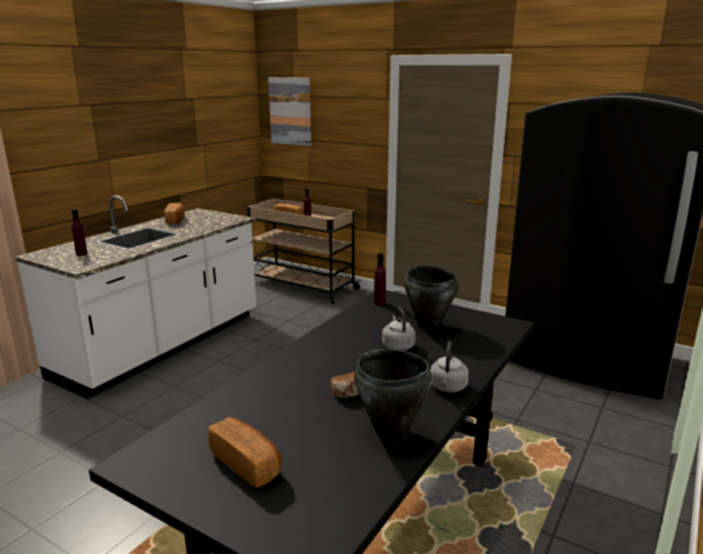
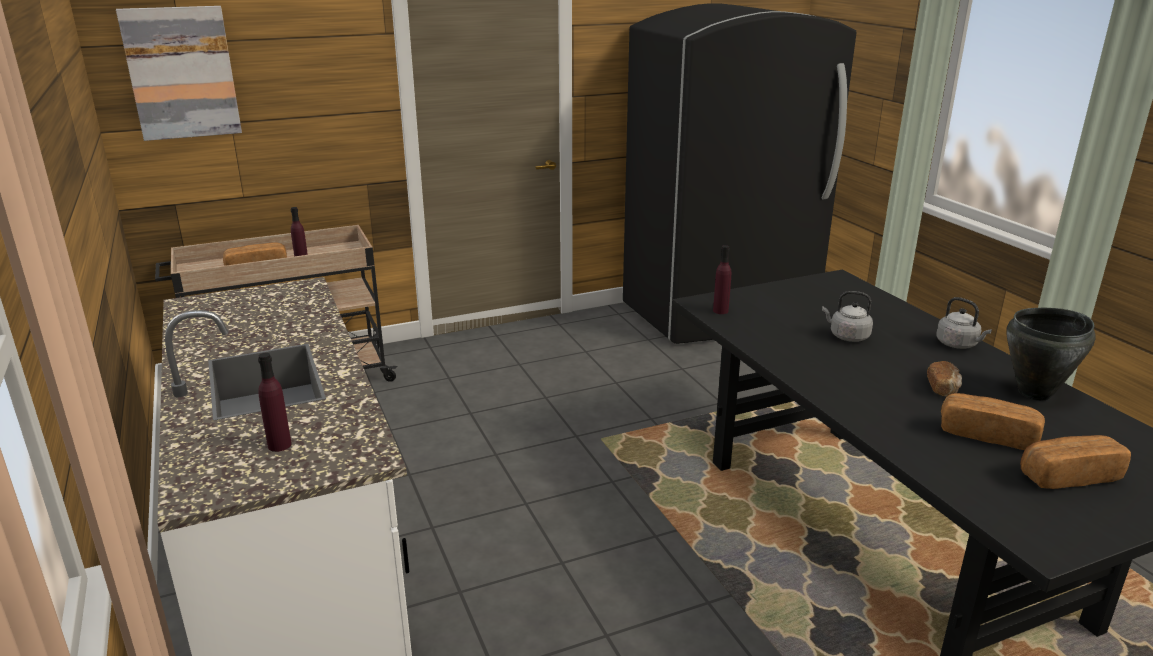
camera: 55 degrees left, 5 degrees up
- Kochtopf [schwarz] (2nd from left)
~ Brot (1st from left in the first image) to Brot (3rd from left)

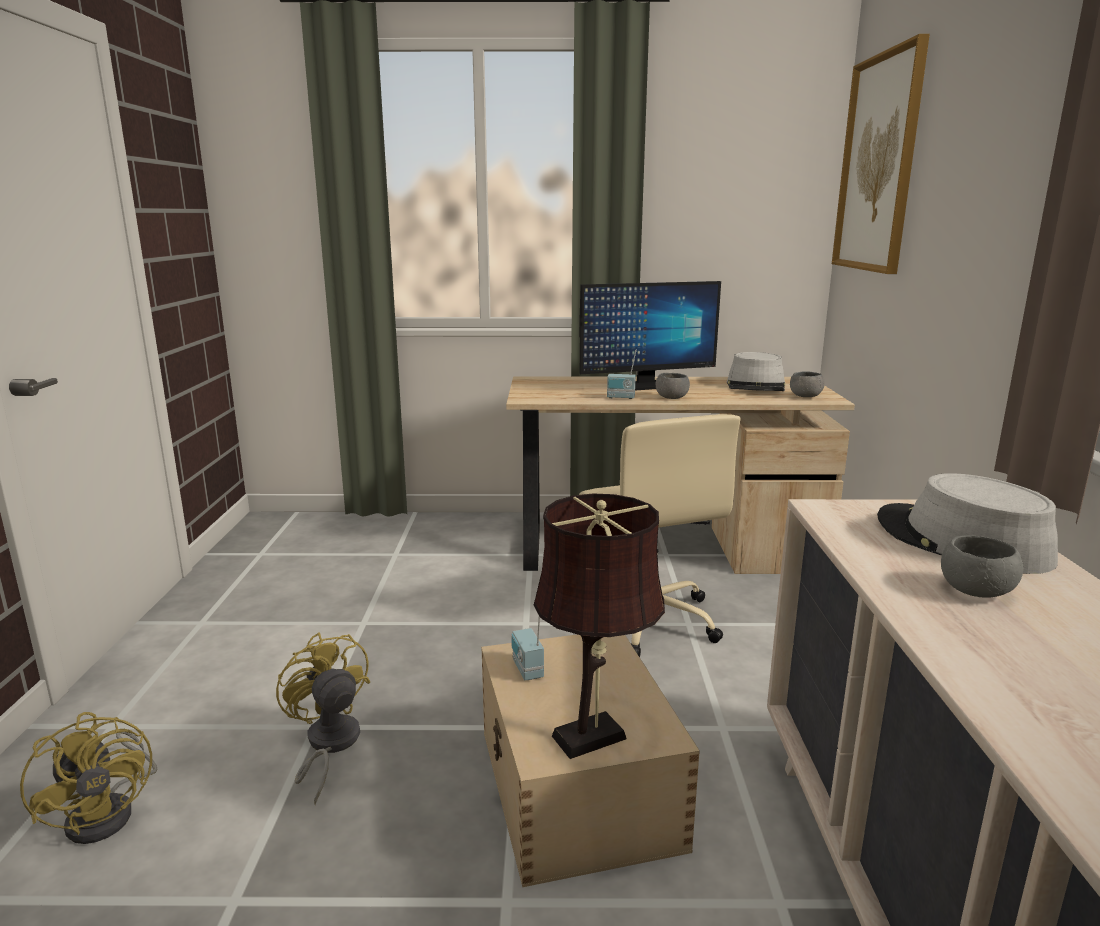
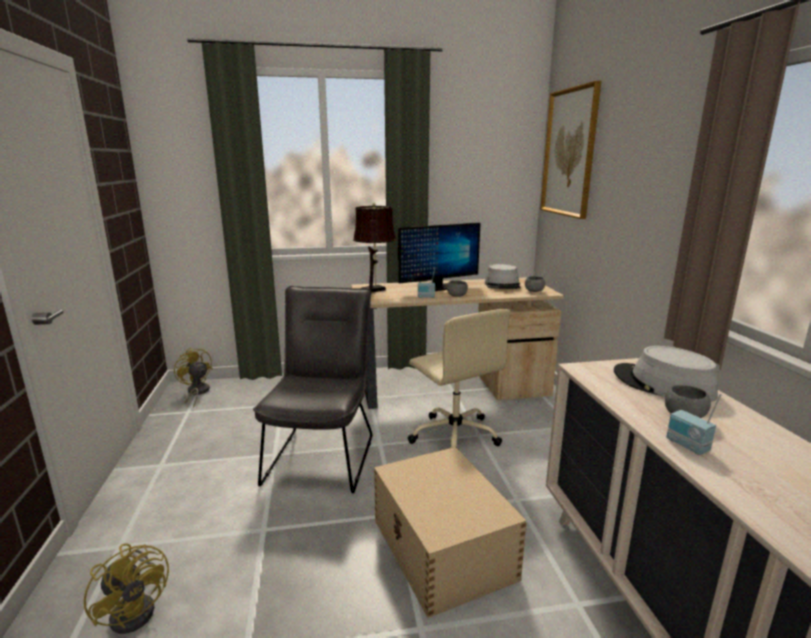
camera: 10 degrees left, 0 degrees up
+ Stuhl [grau]
~ Ventilator [gelb] (2nd from left)
~ Radio (1st from left in the first image) to Radio (2nd from left)
~ Tischlampe [braun]

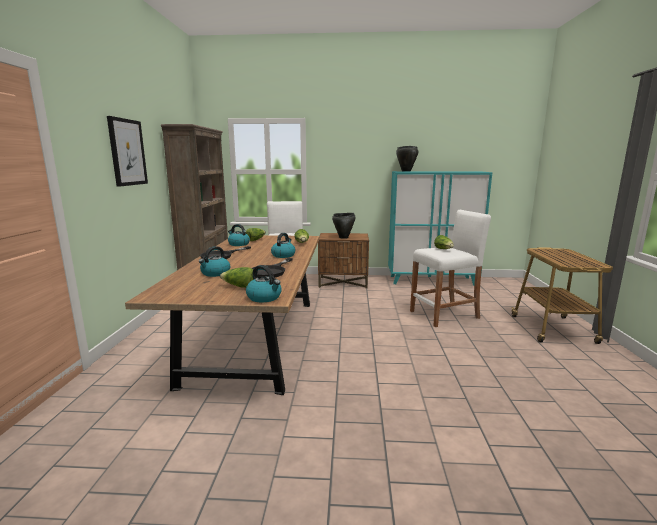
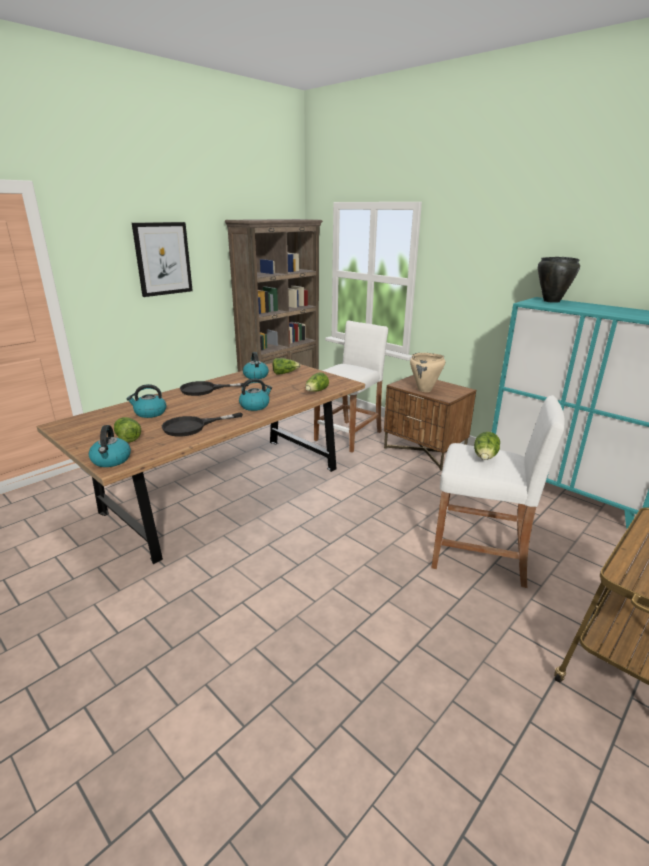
camera: 40 degrees right, 10 degrees up
~ Kochtopf [schwarz] (1st from left) to Kochtopf [beige]

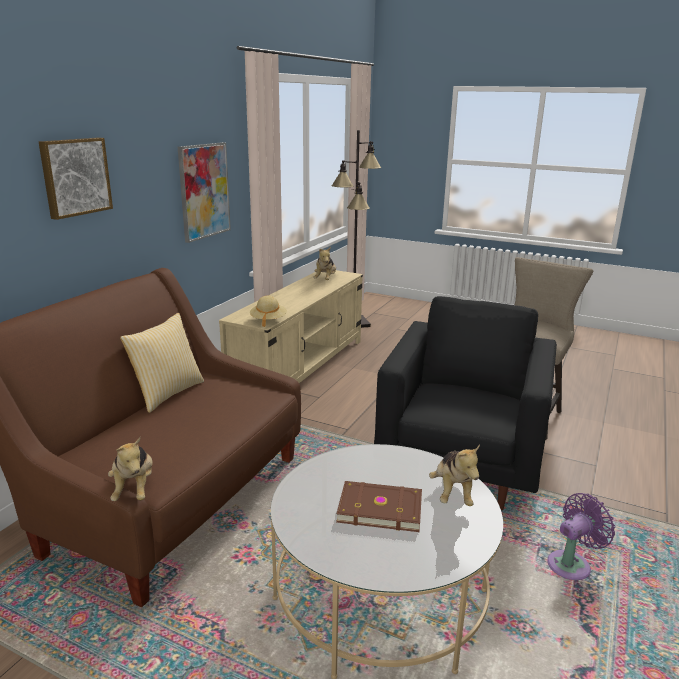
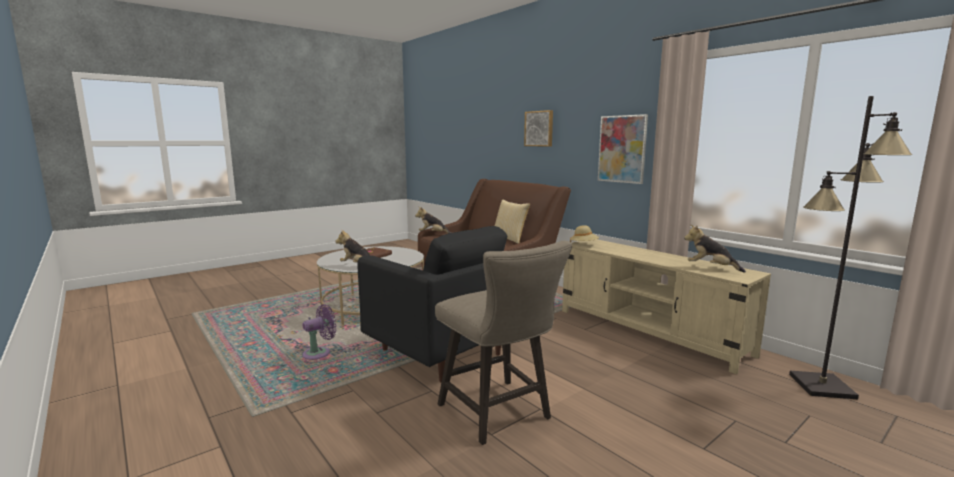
camera: 115 degrees right, 10 degrees down
~ Ventilator [lila] 120 degrees counterclockwise

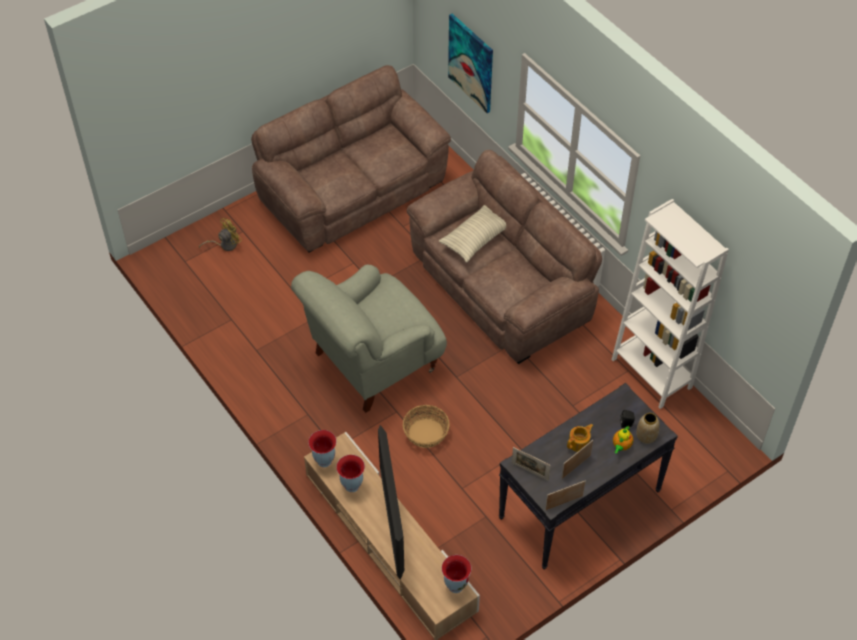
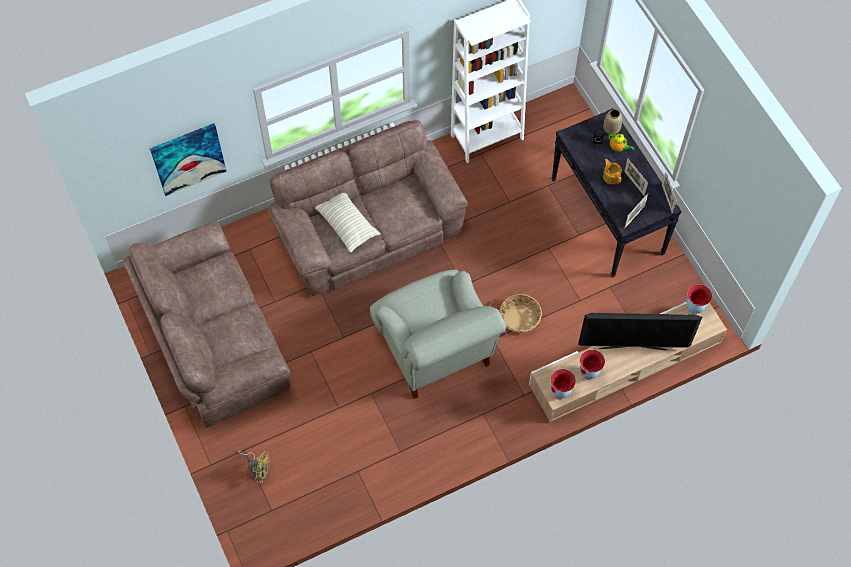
camera: 80 degrees left, 10 degrees up
~ Ventilator [gelb] 135 degrees clockwise

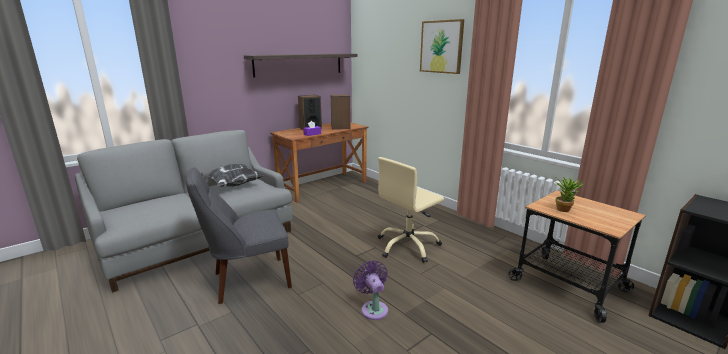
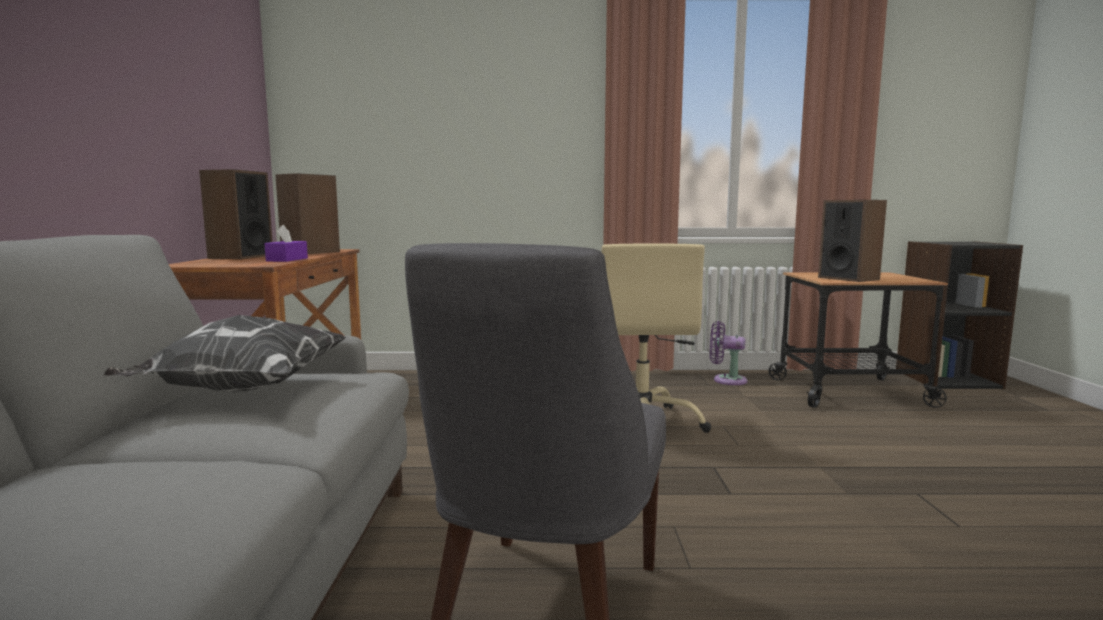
camera: 50 degrees left, 10 degrees down
- Wandregal
- Bild
~ Ventilator [lila]
~ Topfpflanze to Lautsprecher (3rd from left)

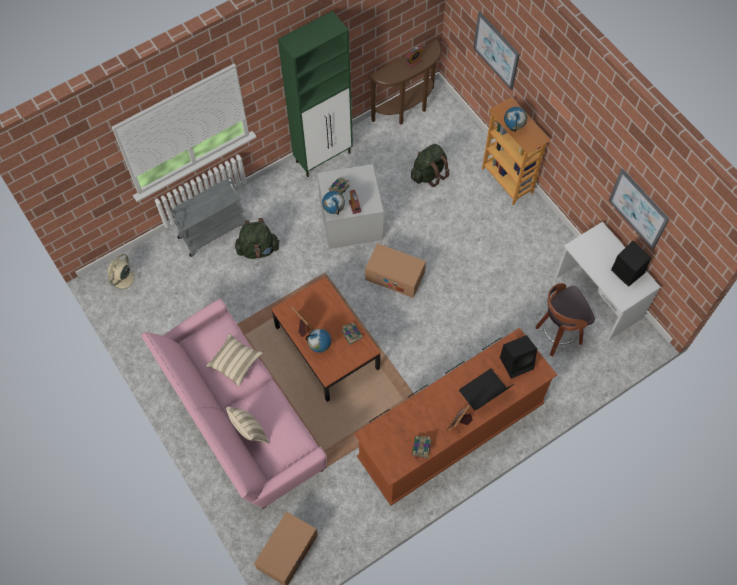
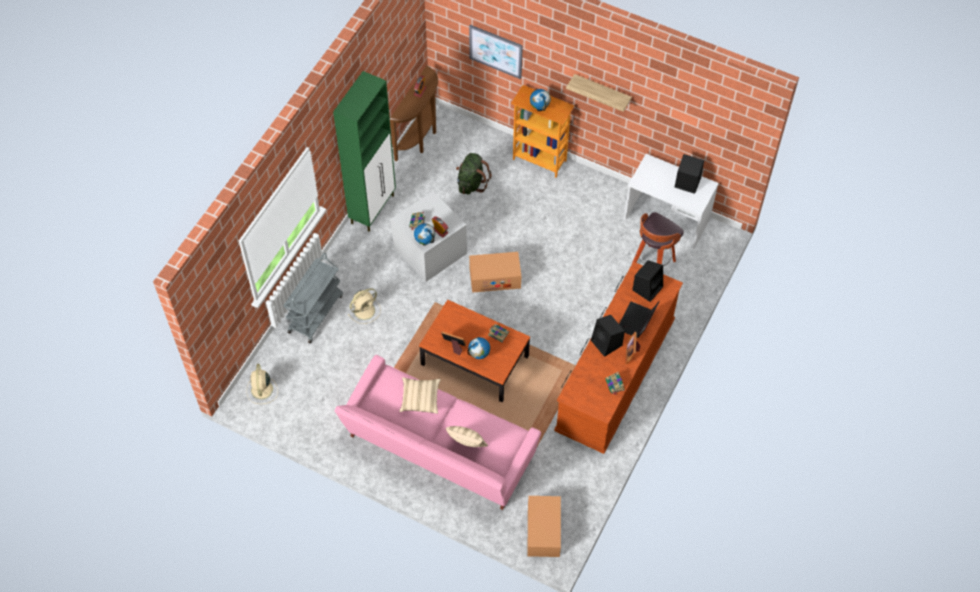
camera: 30 degrees left, 5 degrees down
- Bild (2nd from left)
+ Wandregal
+ Lautsprecher [schwarz] (1st from left)
~ Rucksack [grün] (1st from left) to Ventilator [beige] (2nd from left)

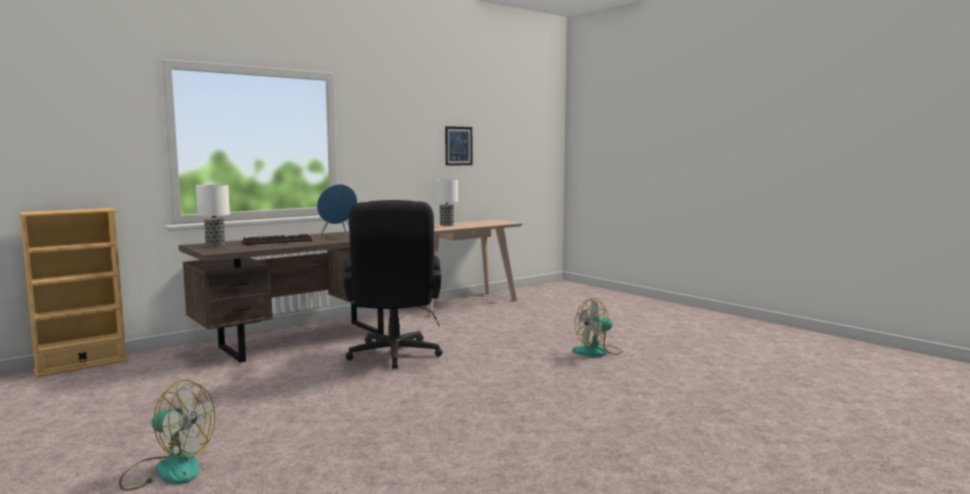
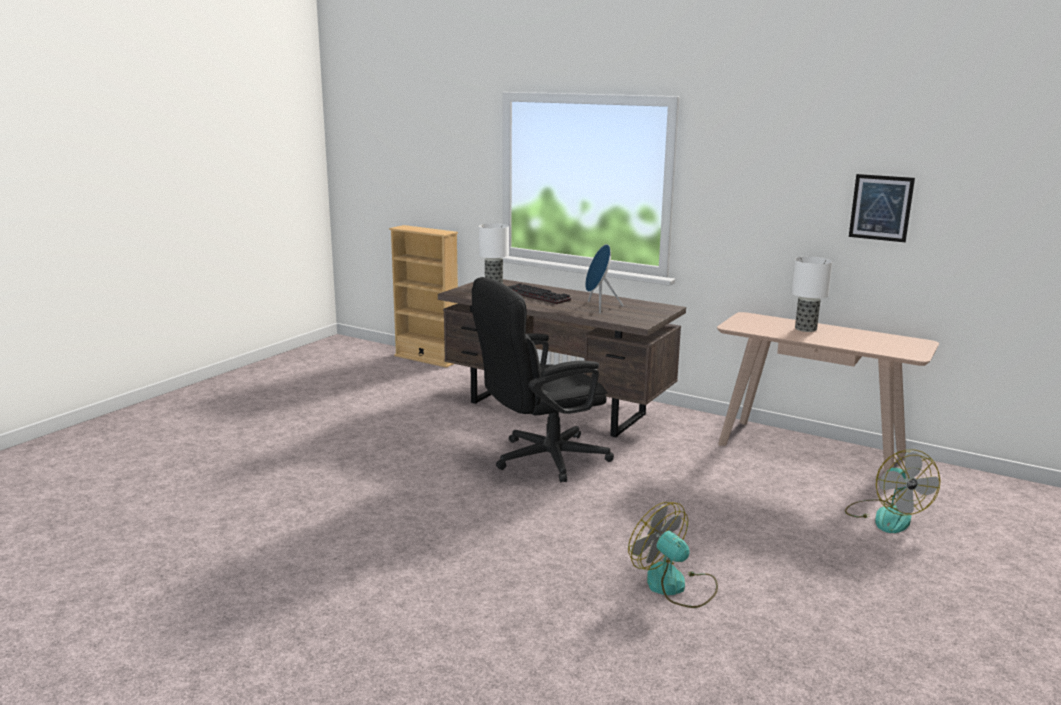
camera: 70 degrees right, 10 degrees up
~ Ventilator (1st from left in the first image) to Ventilator (2nd from left)

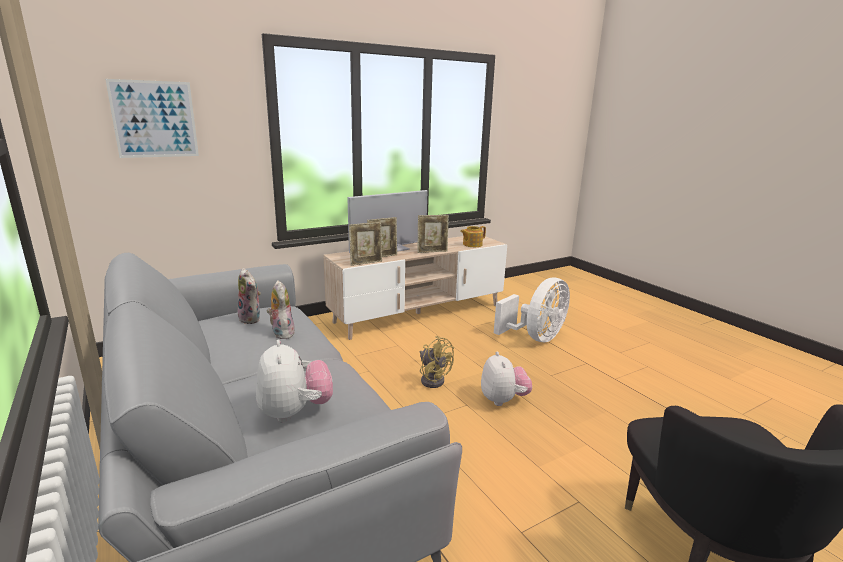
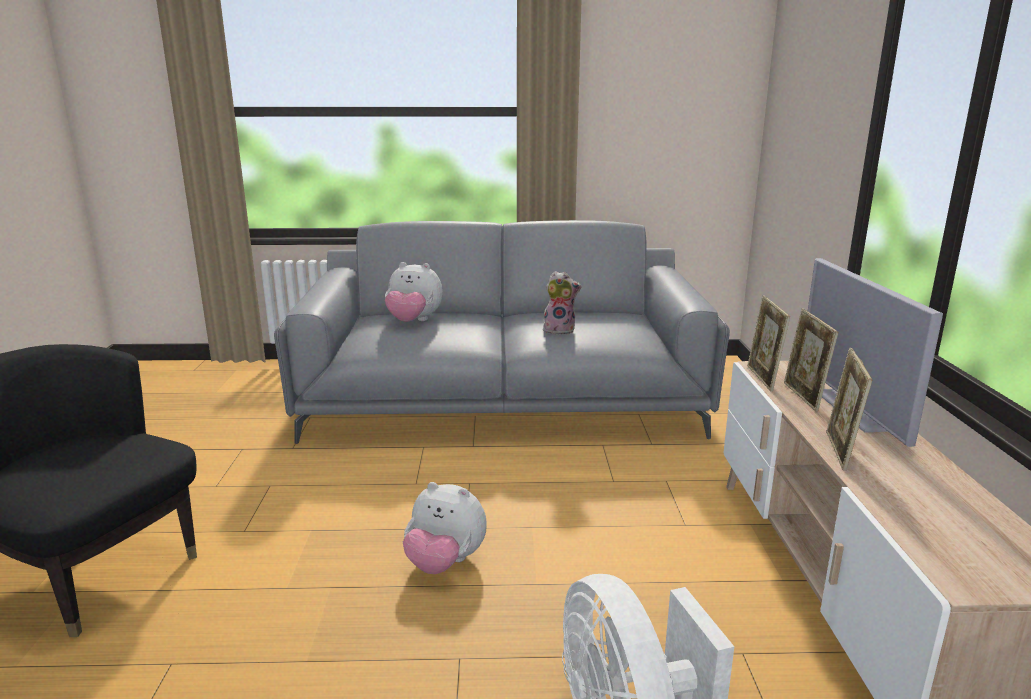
camera: 120 degrees right, 0 degrees up
- Bild
- Plüschtier (1st from left)
- Ventilator [gelb]
- Teekanne

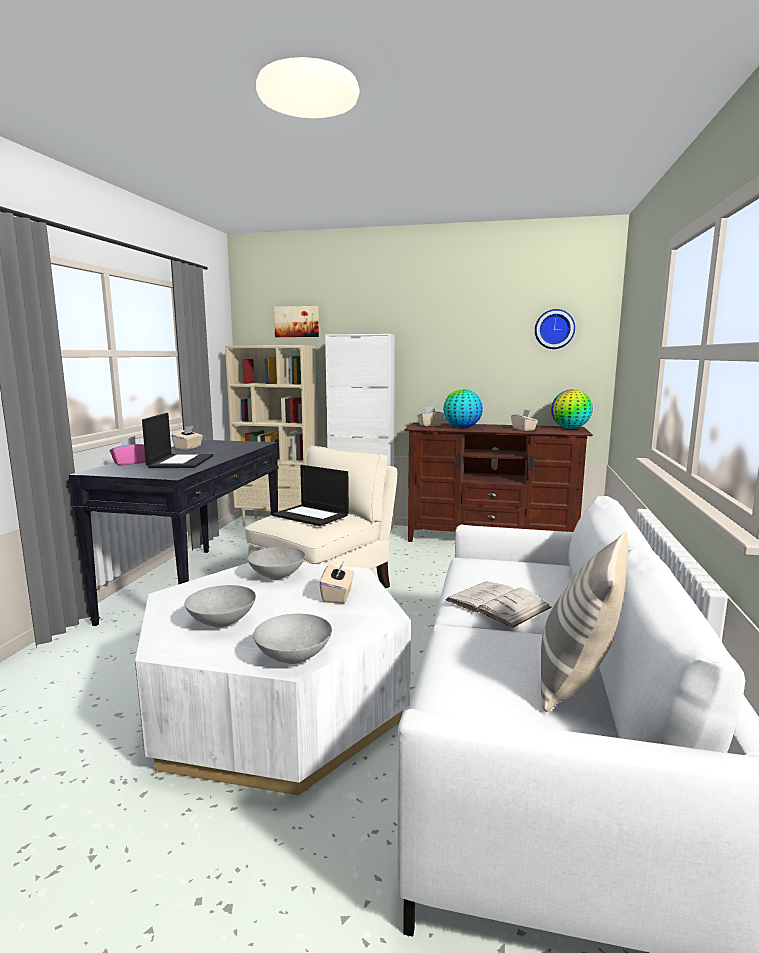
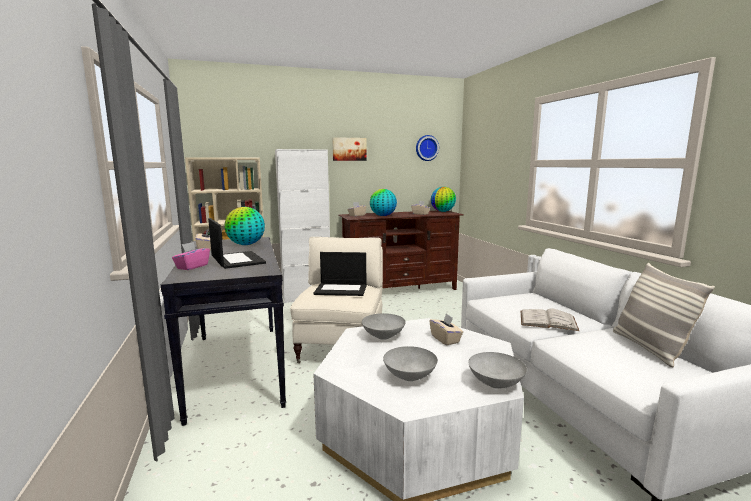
camera: 30 degrees left, 0 degrees up
+ Globus (1st from left)
~ Bild

